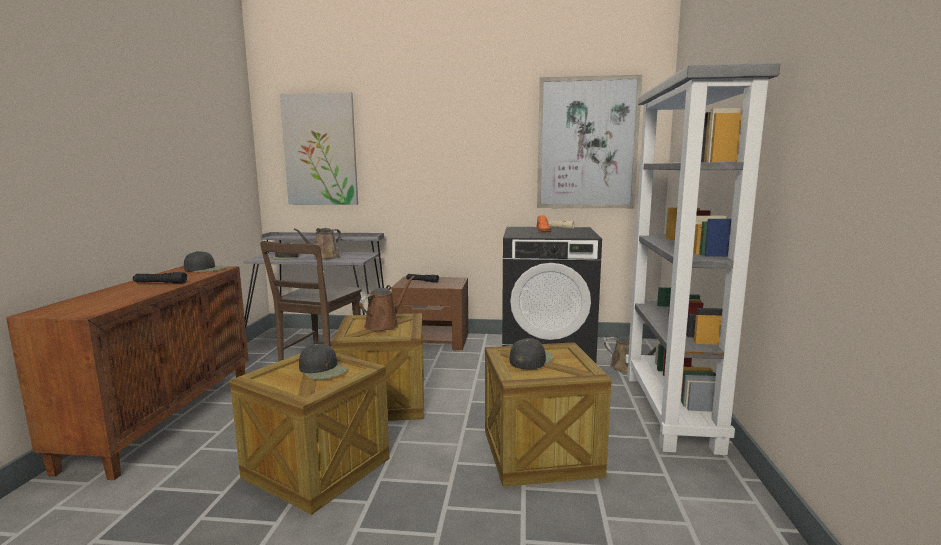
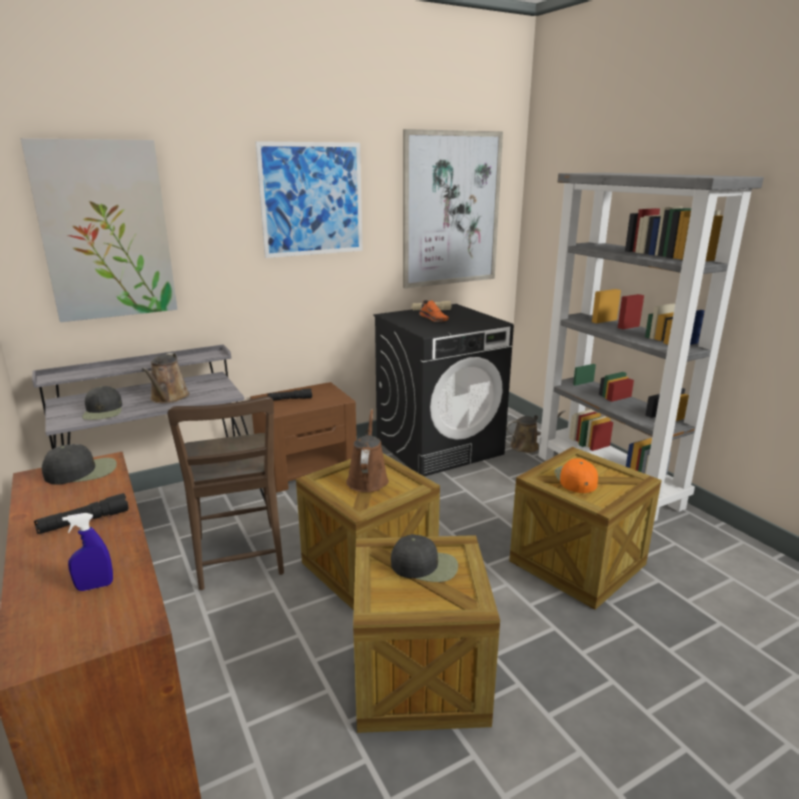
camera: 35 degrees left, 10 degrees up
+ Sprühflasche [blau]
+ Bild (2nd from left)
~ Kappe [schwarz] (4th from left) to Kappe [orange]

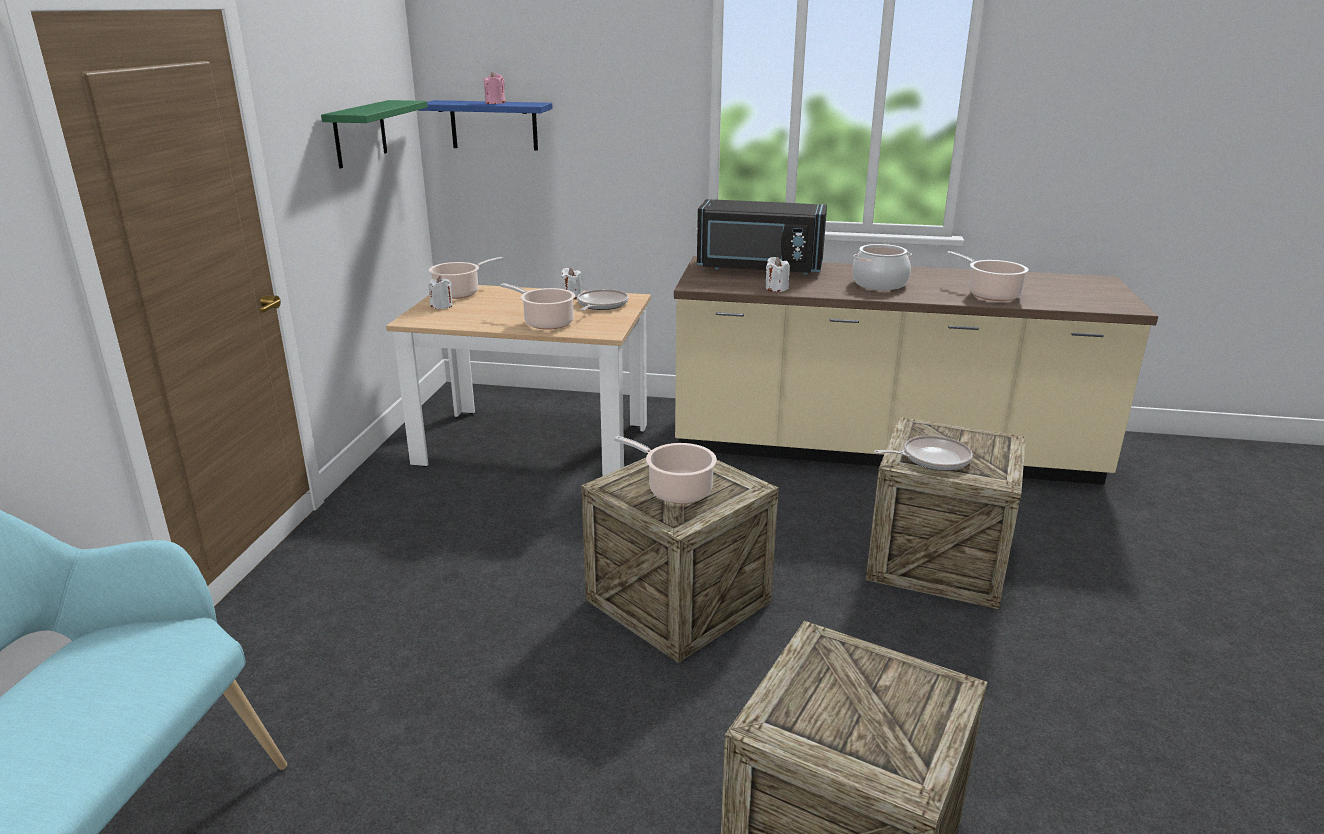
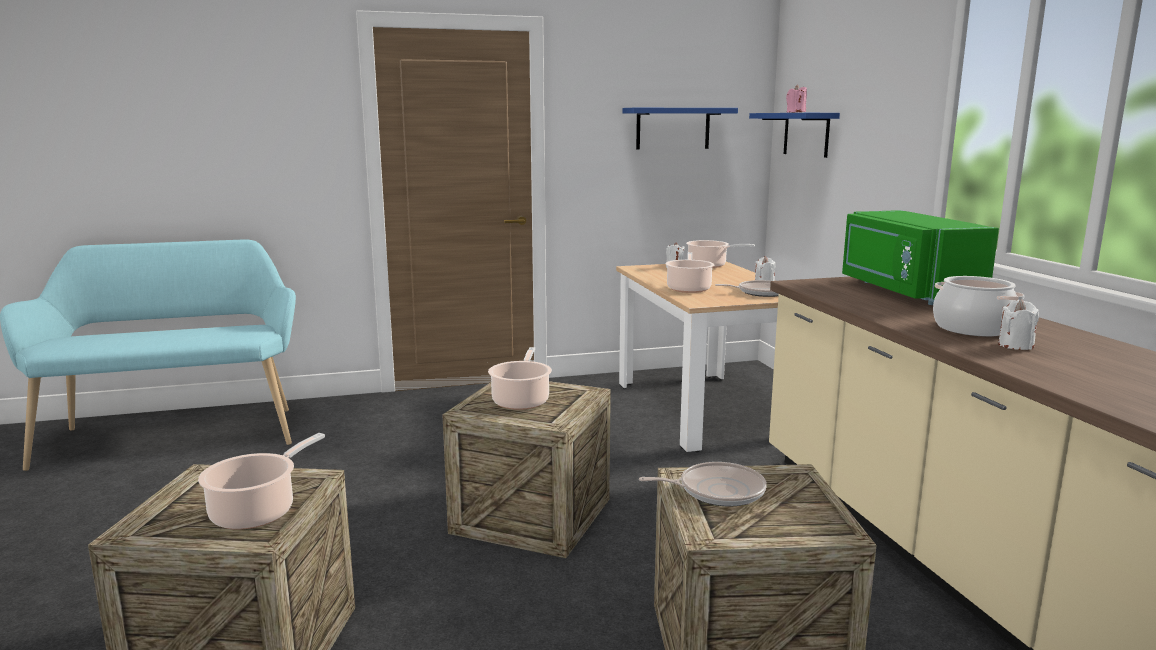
camera: 65 degrees right, 10 degrees down
~ Kerze [weiß] (3rd from left)
~ Kochtopf (5th from left in the first image) to Kochtopf (1st from left)
~ Wandregal [grün] to Wandregal [blau] (1st from left)
~ Mikrowelle [schwarz] to Mikrowelle [grün]
~ Pfanne (2nd from left in the first image) 60 degrees counterclockwise

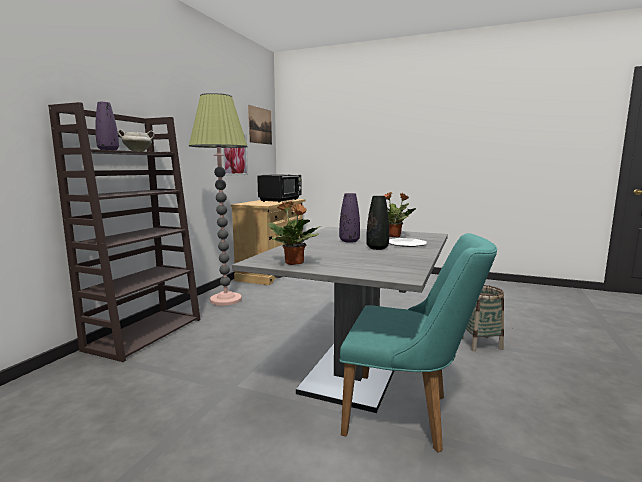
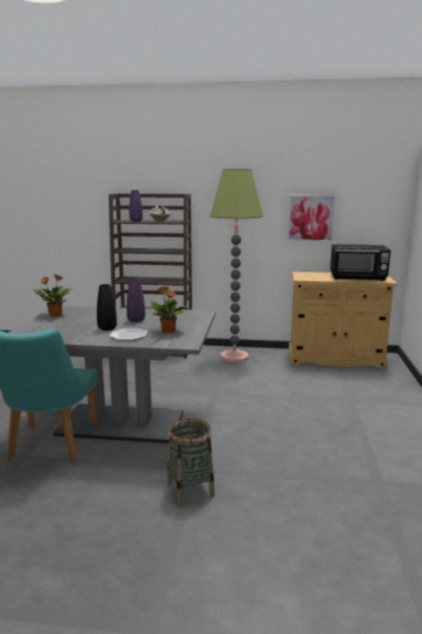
camera: 75 degrees right, 5 degrees up
- Bild (2nd from left)

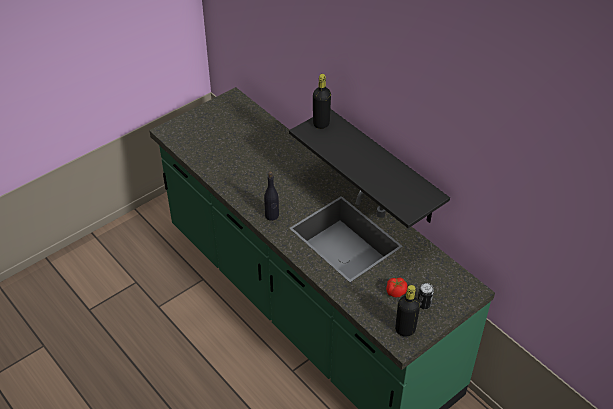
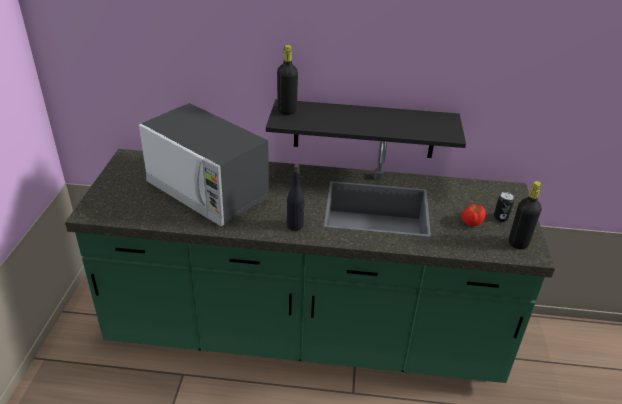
camera: 45 degrees left, 10 degrees down
+ Mikrowelle

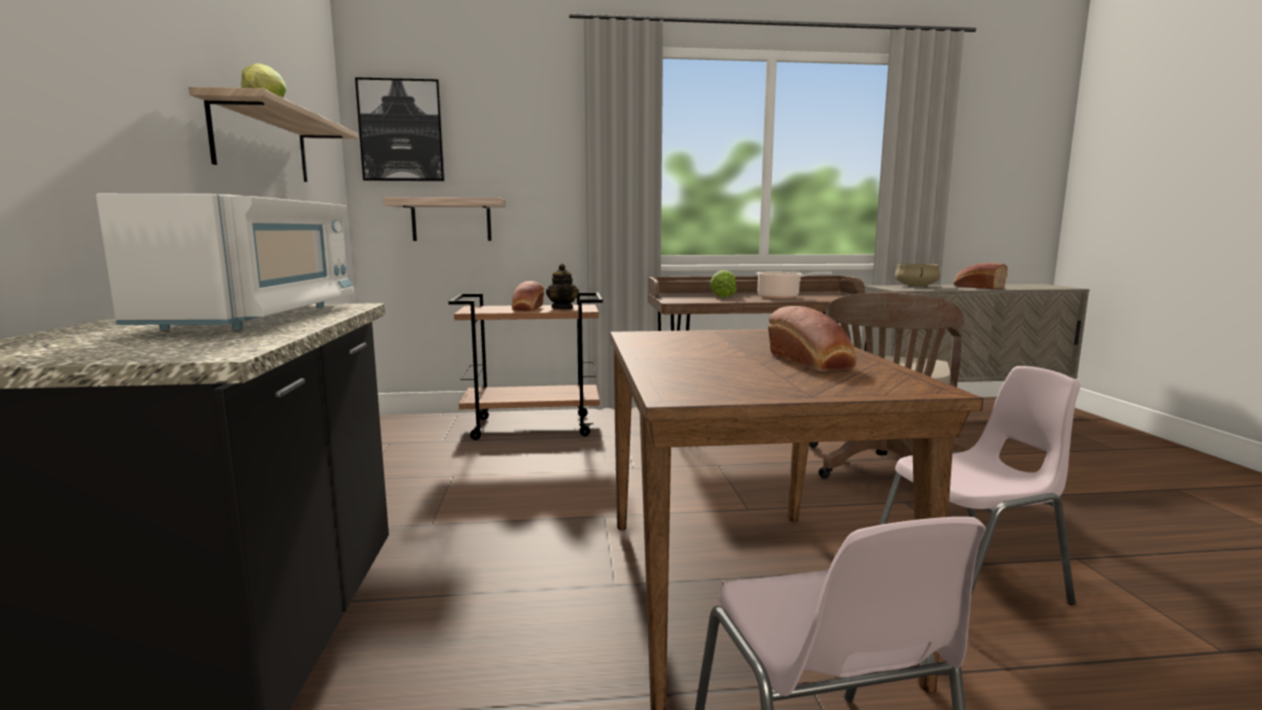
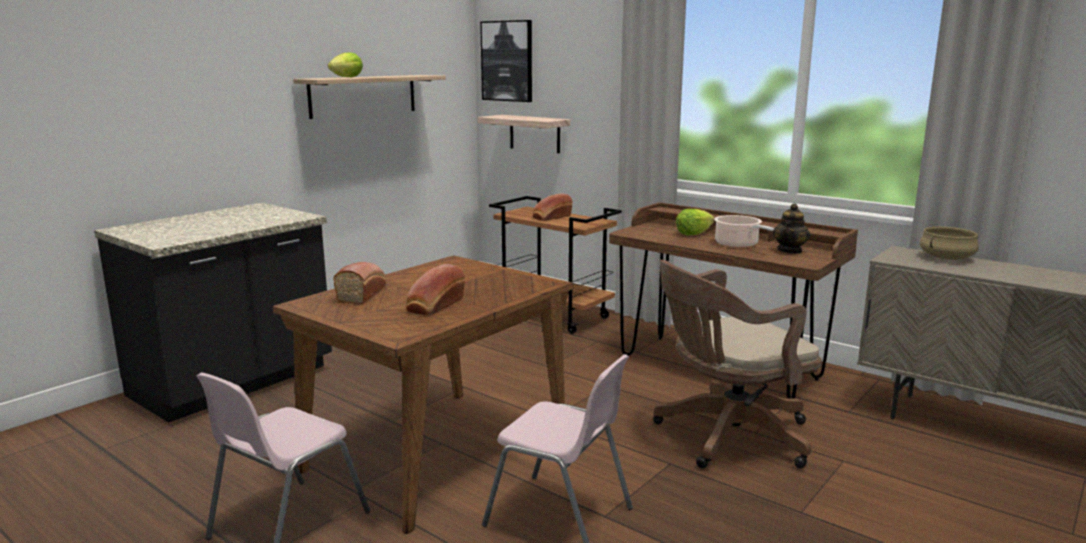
camera: 45 degrees right, 5 degrees up
- Mikrowelle [weiß]
~ Teekanne
~ Brot (3rd from left in the first image) to Brot (1st from left)

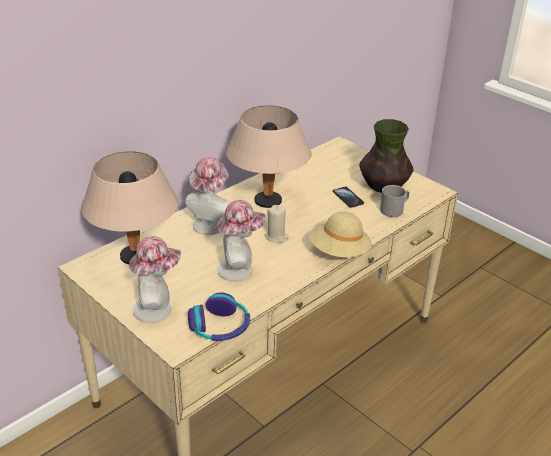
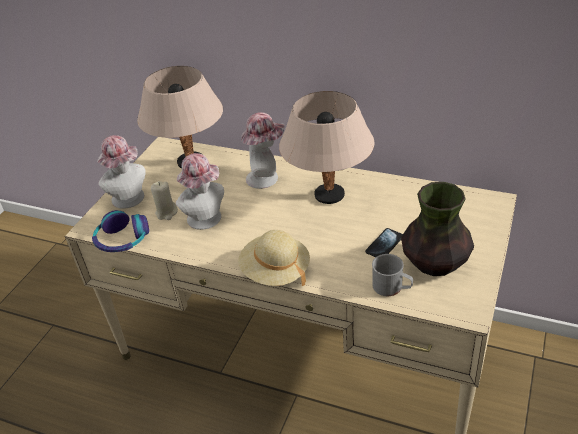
camera: 70 degrees right, 5 degrees up
~ Kerze [beige]

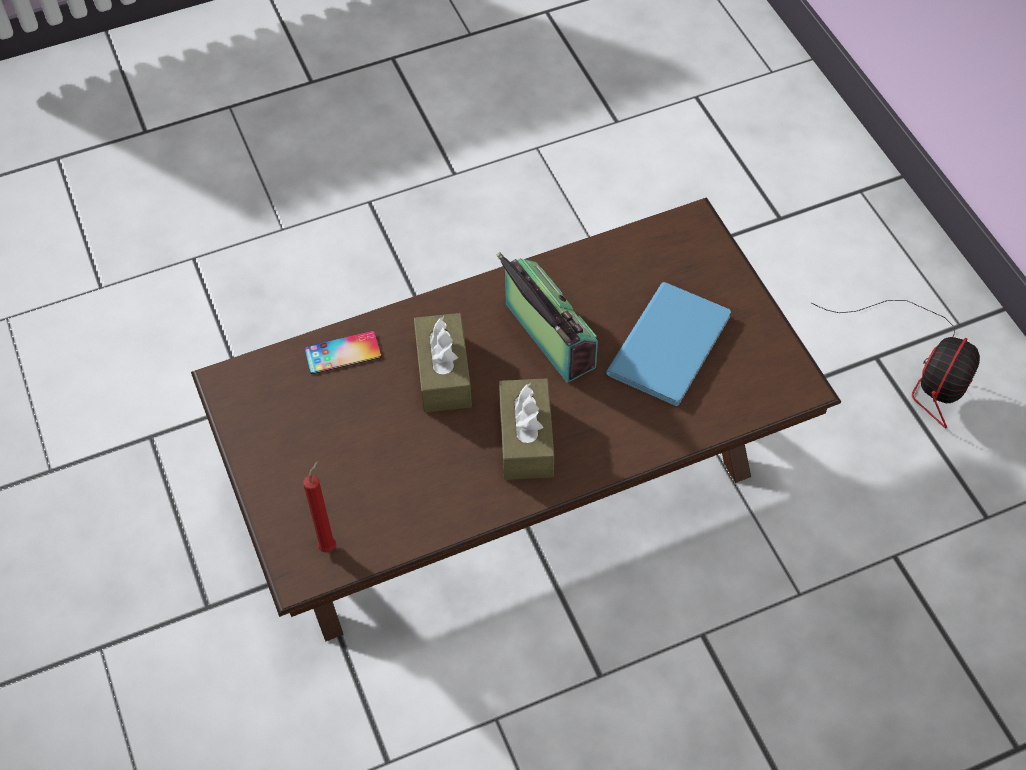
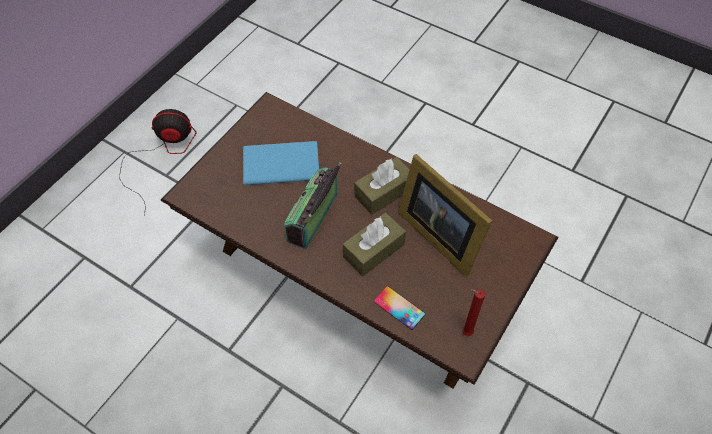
camera: 125 degrees left, 0 degrees up
+ Bilderrahmen
~ Kerze [rot]

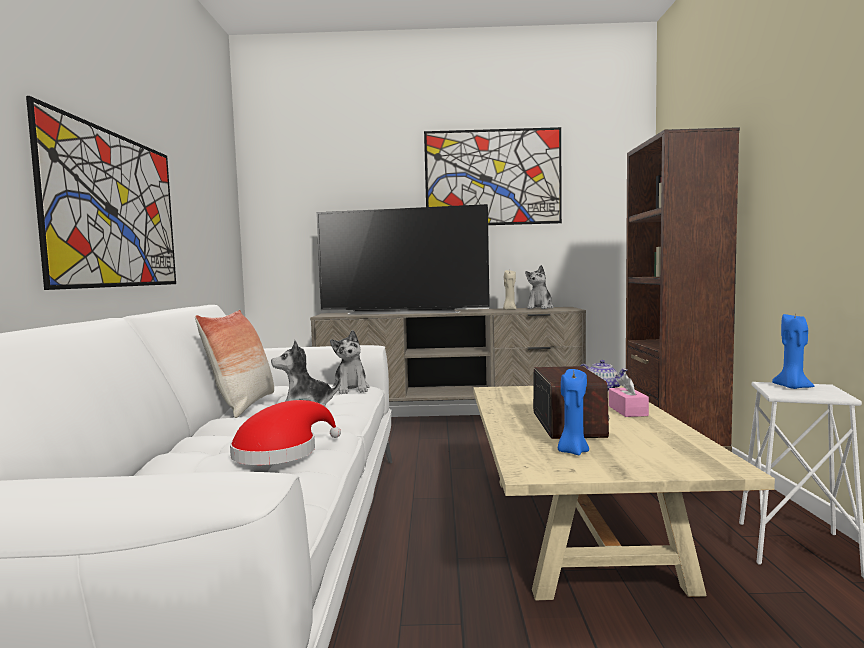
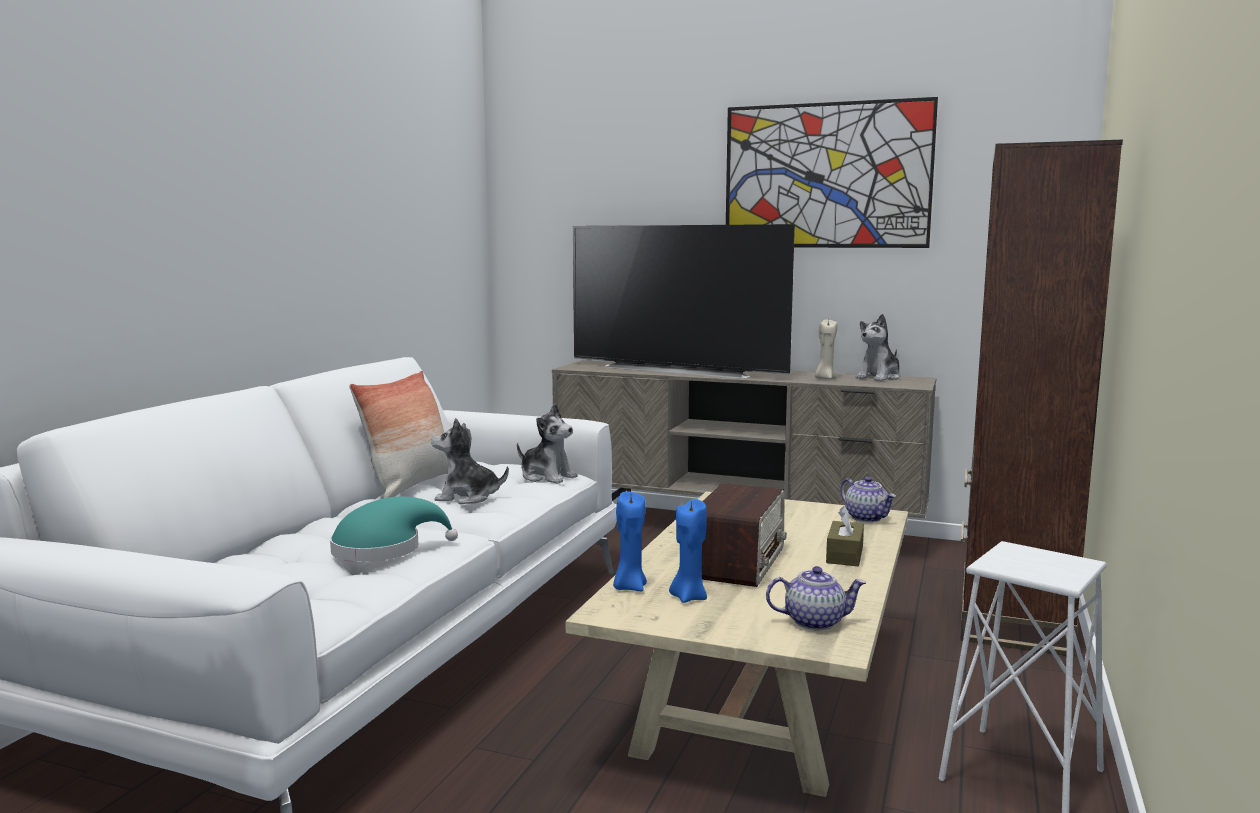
camera: 20 degrees right, 5 degrees up
- Bild (1st from left)
+ Teekanne (1st from left)
~ Kerze [blau] (2nd from left in the first image) to Kerze [blau] (1st from left)
~ Hut [rot] to Hut [türkis]
~ Taschentuchbox [rosa] to Taschentuchbox [braun]
~ Plüschtier (2nd from left) 60 degrees counterclockwise

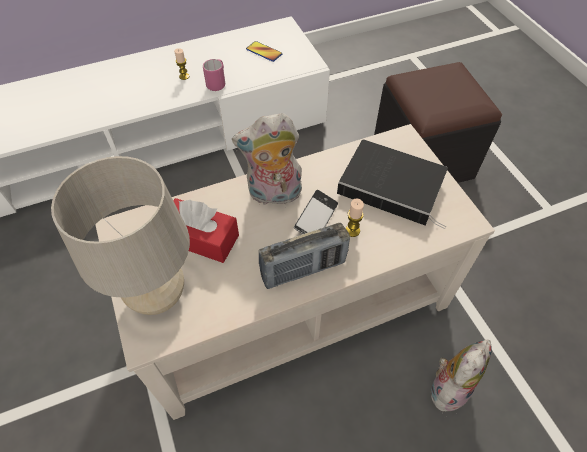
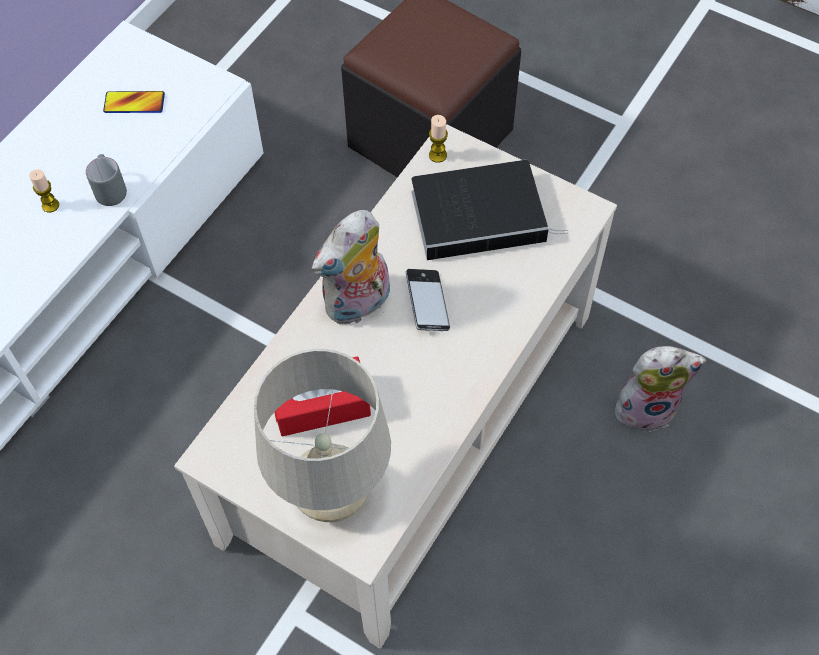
camera: 35 degrees left, 5 degrees up
- Radio
~ Kerze (2nd from left)
~ Henkelbecher [rosa] to Henkelbecher [grau]
~ Plüschtier (2nd from left) 75 degrees clockwise

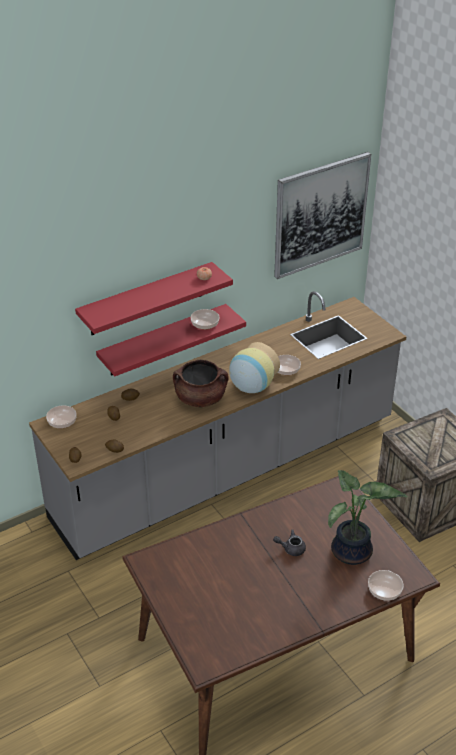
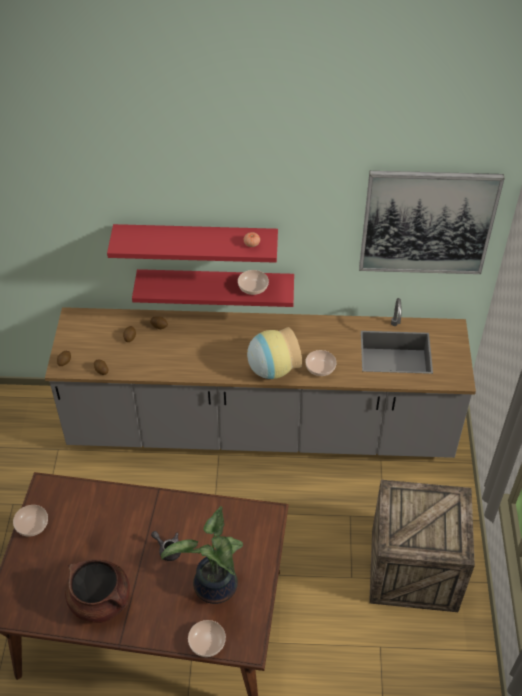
camera: 35 degrees right, 10 degrees up
~ Schüssel (1st from left)
~ Kochtopf [braun]

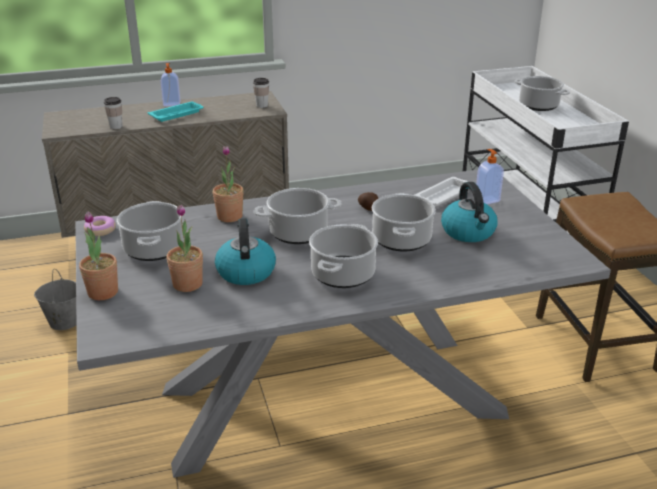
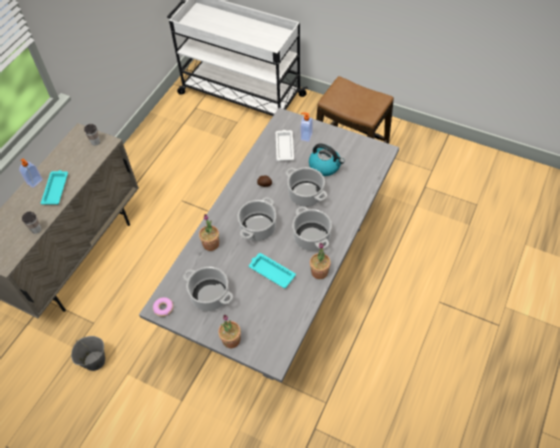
camera: 45 degrees left, 25 degrees up
- Kochtopf (5th from left)
~ Topfpflanze (2nd from left in the first image) to Topfpflanze (3rd from left)
~ Wasserkessel (1st from left) to Tablett [türkis] (2nd from left)

